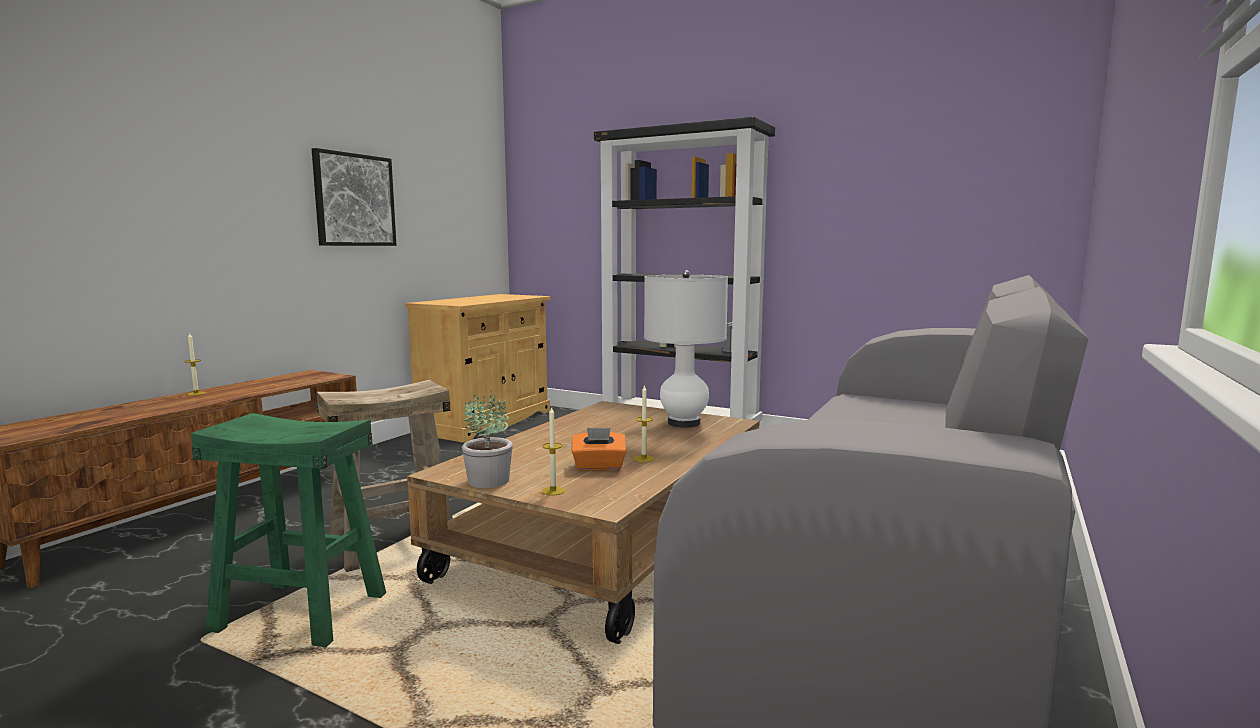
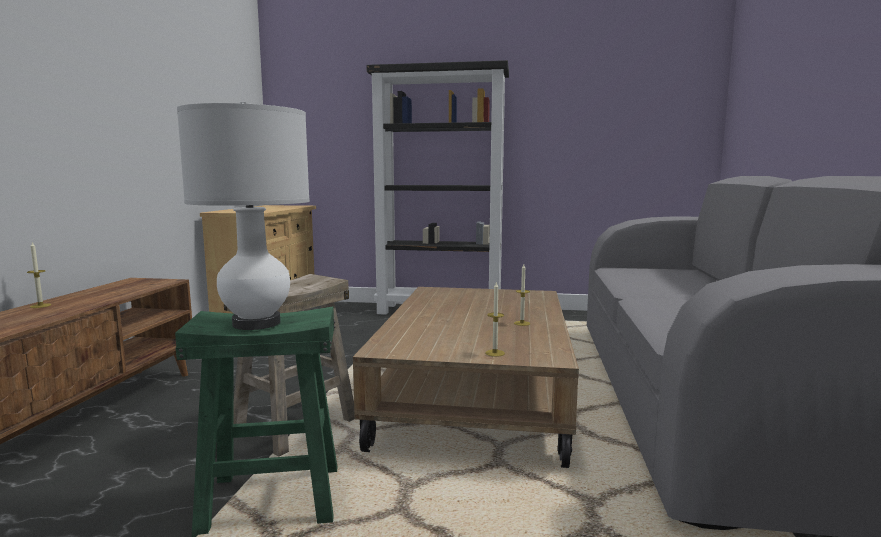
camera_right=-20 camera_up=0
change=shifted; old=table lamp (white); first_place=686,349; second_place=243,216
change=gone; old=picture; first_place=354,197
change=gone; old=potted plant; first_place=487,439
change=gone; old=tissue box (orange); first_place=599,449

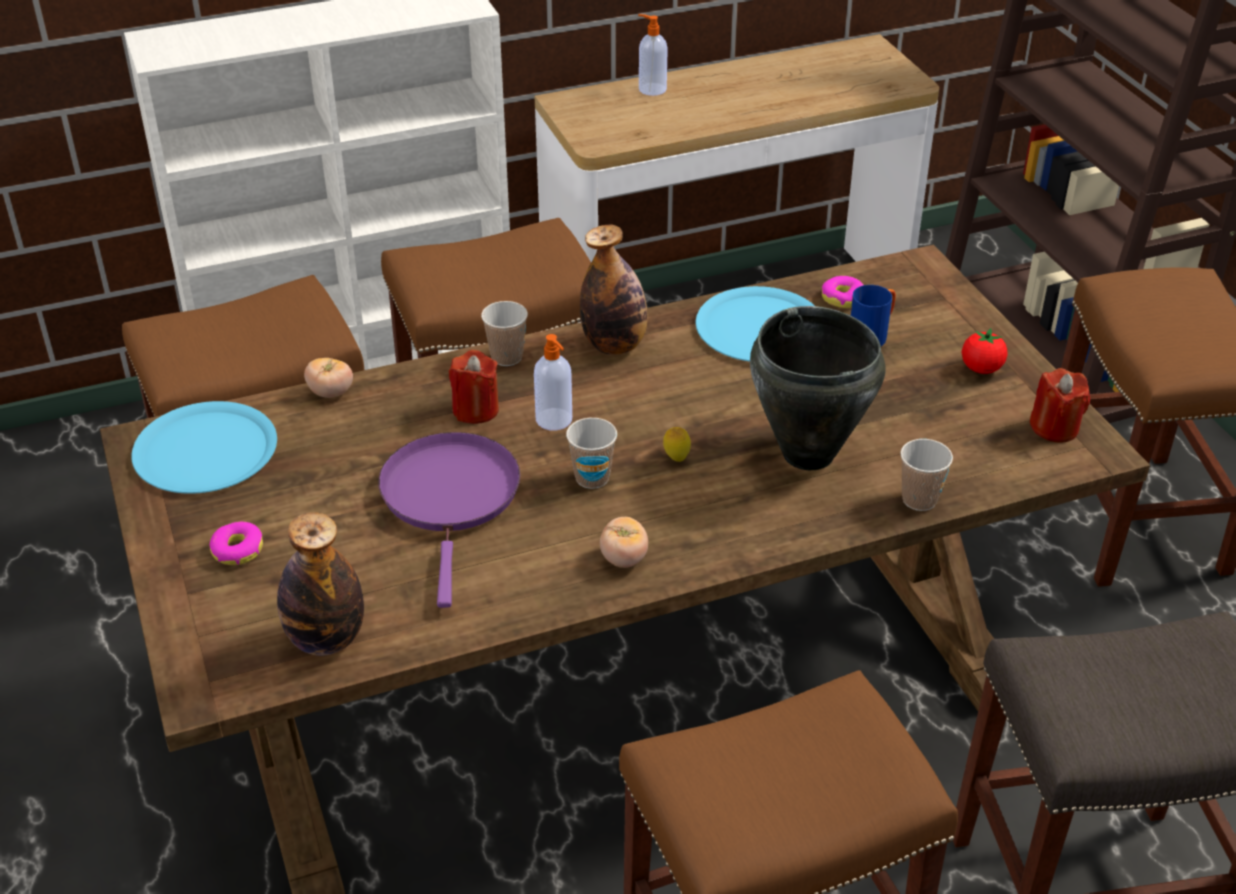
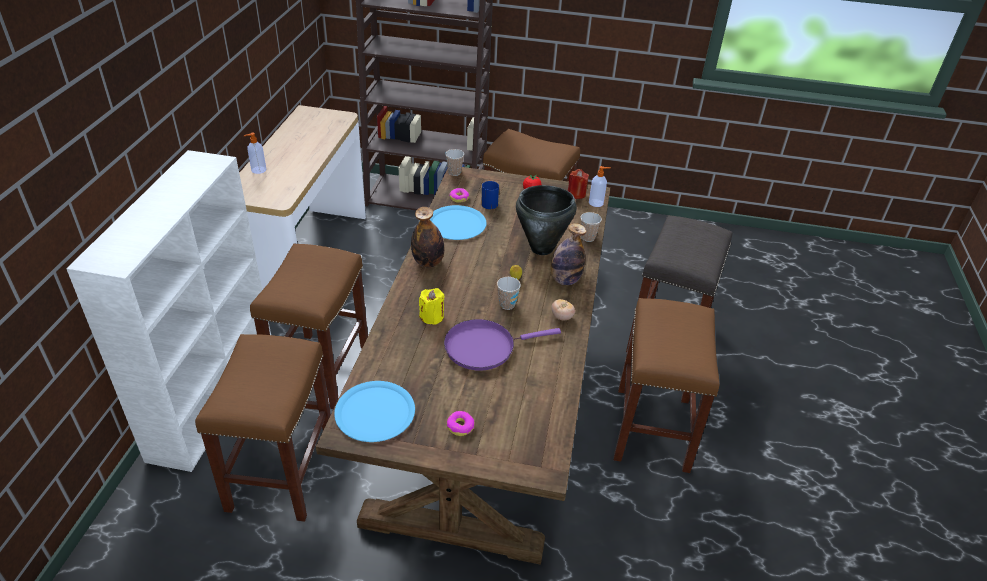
camera_right=-60 camera_up=0
change=repainted; old=candle (red); new=candle (yellow); first_place=474,387; second_place=431,306
change=rotated; old=frying pan (purple); first_place=449,520; second_place=502,345; degrees=-45
change=shifted; old=cup; first_place=504,333; second_place=454,162
change=shifted; old=bottle; first_place=320,584; second_place=568,254
change=shifted; old=soap dispenser; first_place=553,382; second_place=600,186
change=gone; old=tomato; first_place=328,378

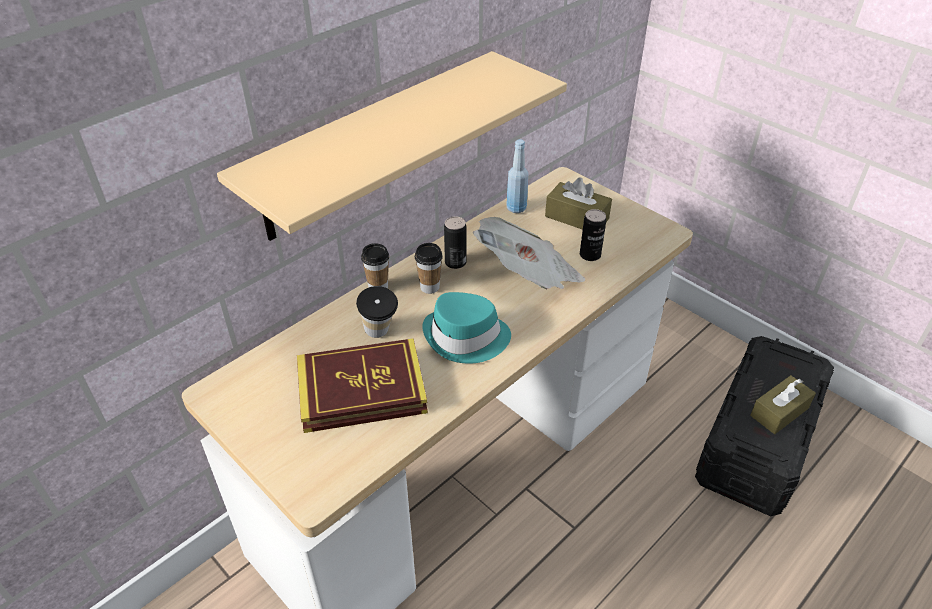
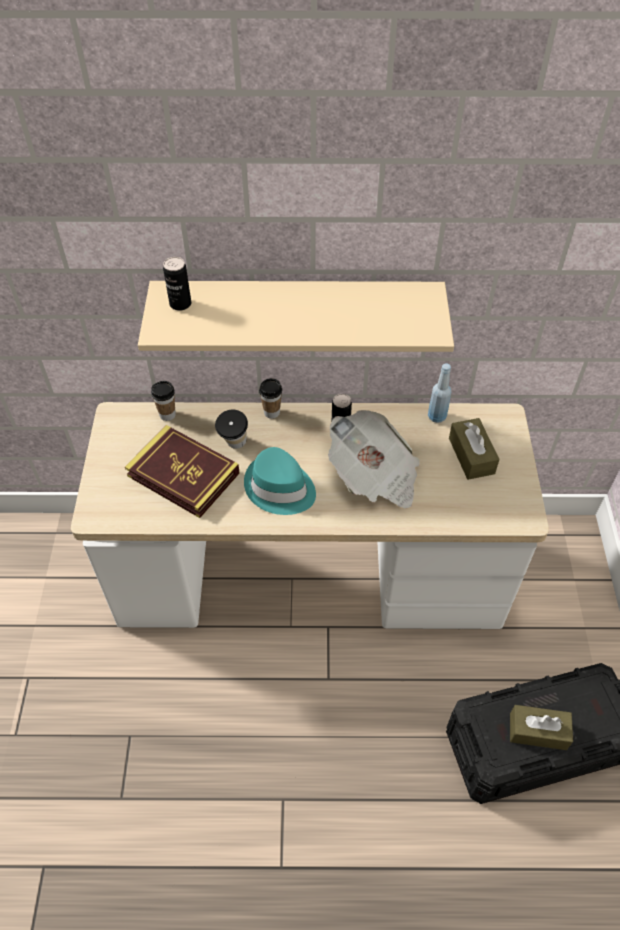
camera_right=45 camera_up=10
change=shifted; old=cup; first_place=429,268; second_place=163,401
change=shifted; old=can; first_place=593,235; second_place=177,284

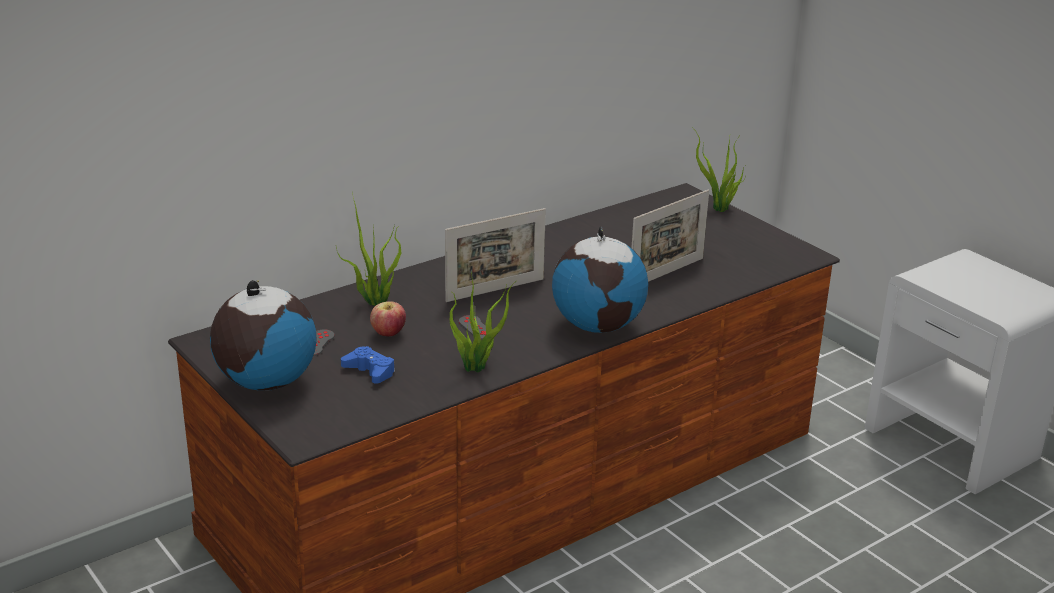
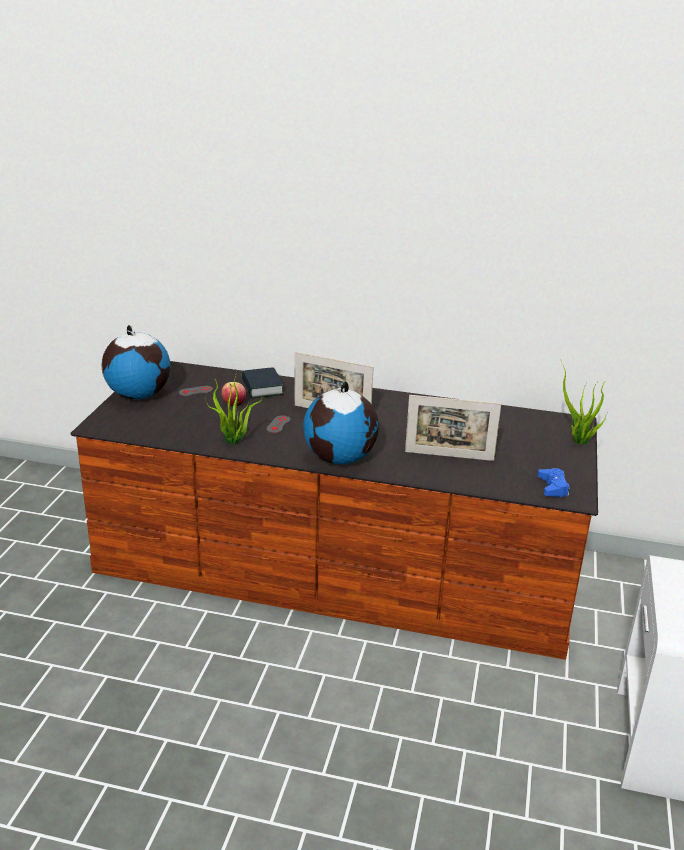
camera_right=50 camera_up=0
change=swapped; old=potted plant; new=book; first_place=368,249; second_place=263,382
change=shifted; old=game controller (blue); first_place=368,365; second_place=553,482

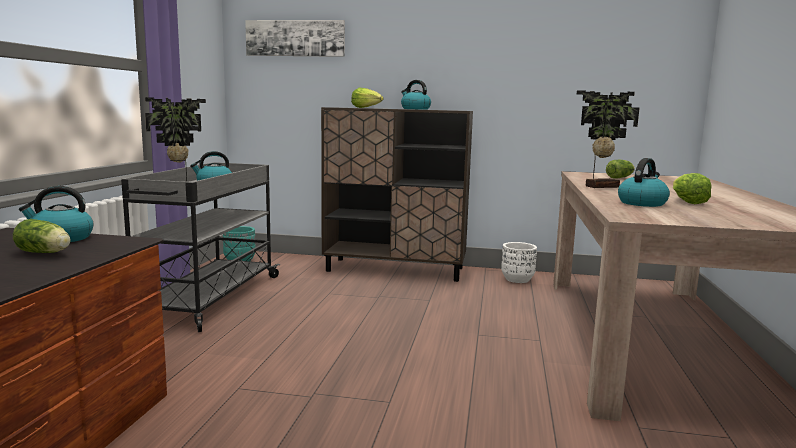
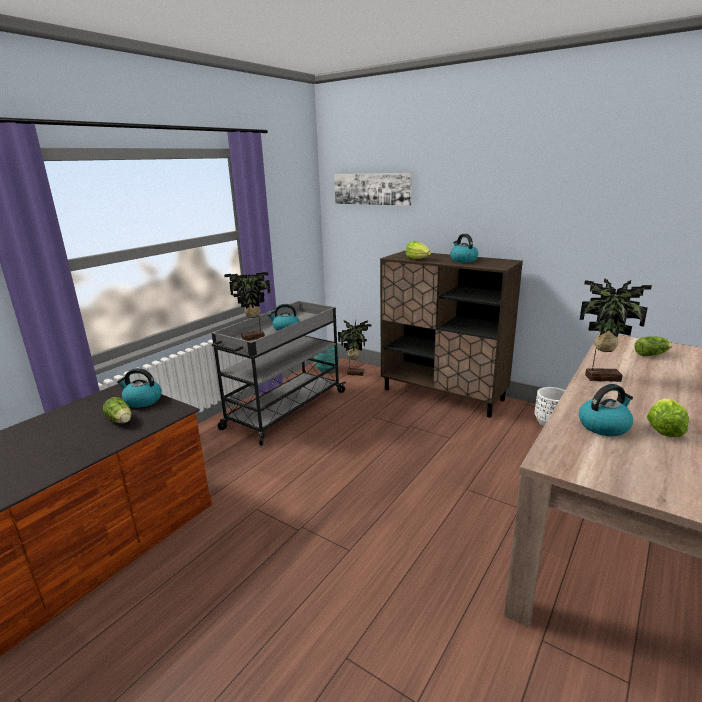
camera_right=25 camera_up=10
change=new; new=potted plant; second_place=355,348

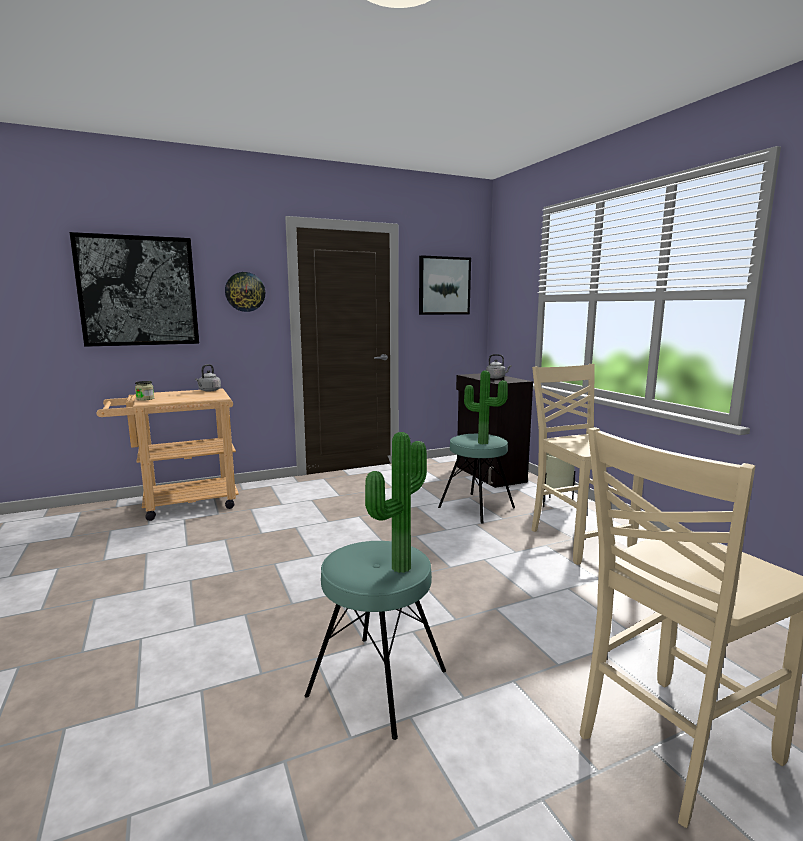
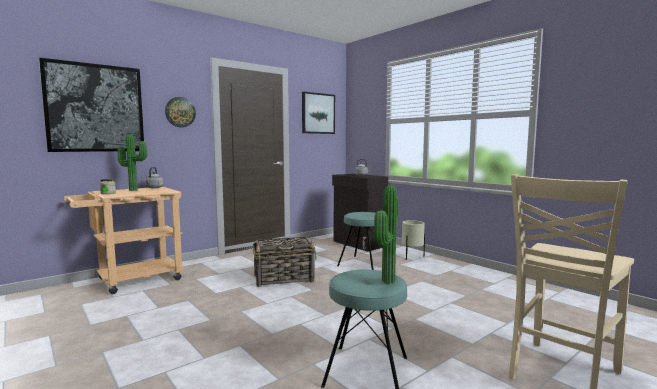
camera_right=-15 camera_up=-5
change=shifted; old=potted plant; first_place=486,407; second_place=132,162
change=new; new=basket; second_place=284,262
change=gone; old=chair (beige); first_place=588,464

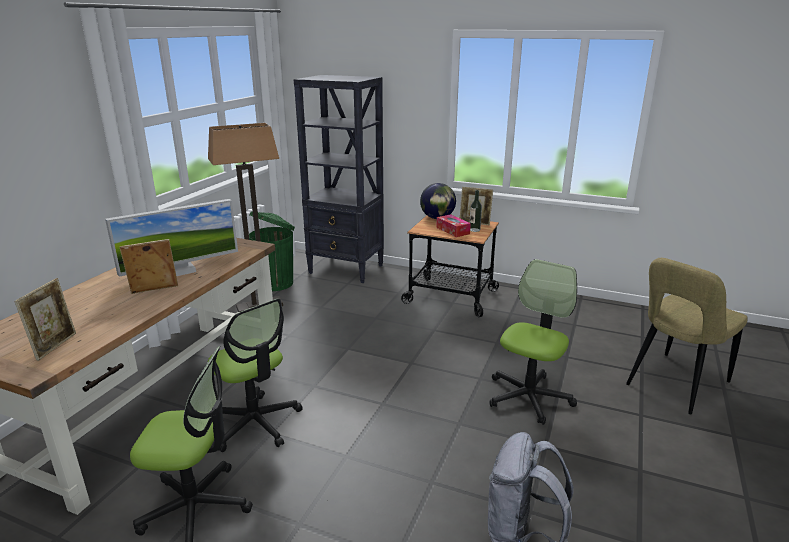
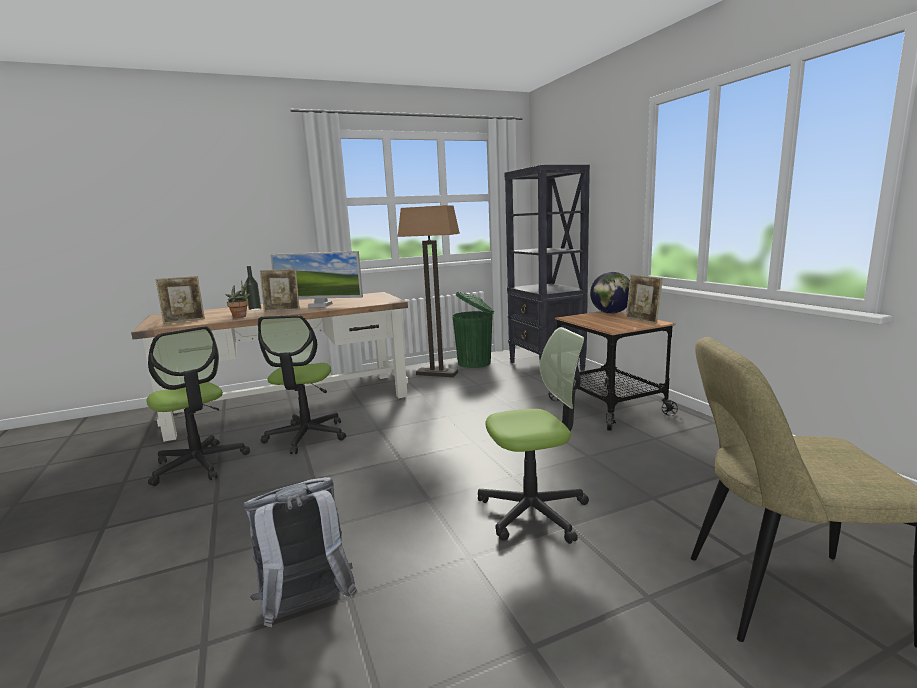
camera_right=45 camera_up=-10
change=new; new=potted plant; second_place=238,299
change=shifted; old=bottle; first_place=476,211; second_place=253,288
change=rotated; old=picture frame; first_place=148,266; second_place=280,290; degrees=150
change=gone; old=tissue box; first_place=454,225

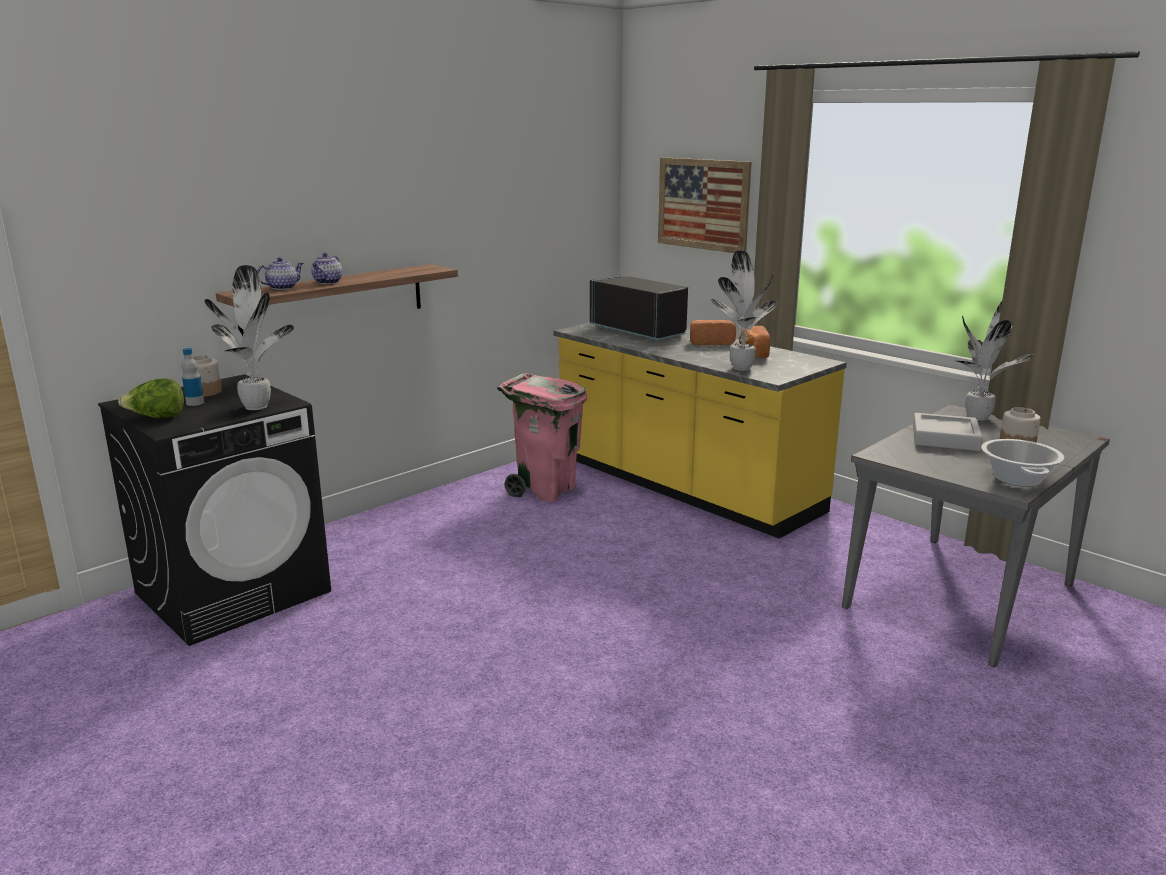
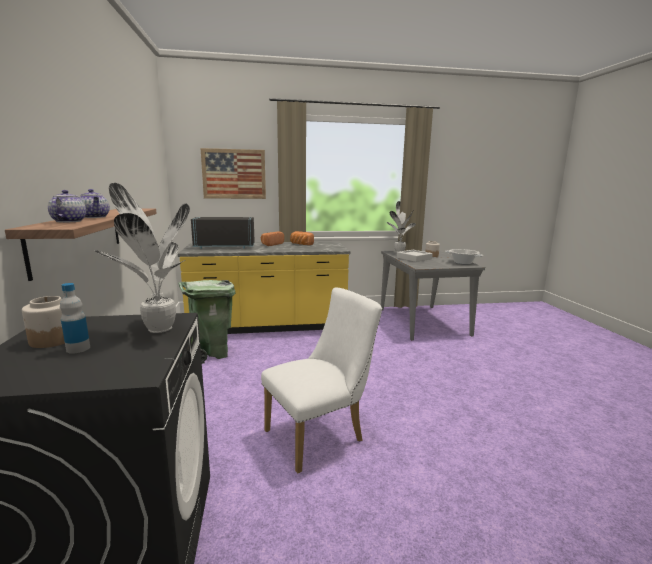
camera_right=-55 camera_up=-5
change=repainted; old=trash can (pink); new=trash can (green); first_place=542,437; second_place=206,322
change=new; new=chair (white); second_place=321,380
change=gone; old=lettuce; first_place=151,398
change=gone; old=potted plant; first_place=744,310

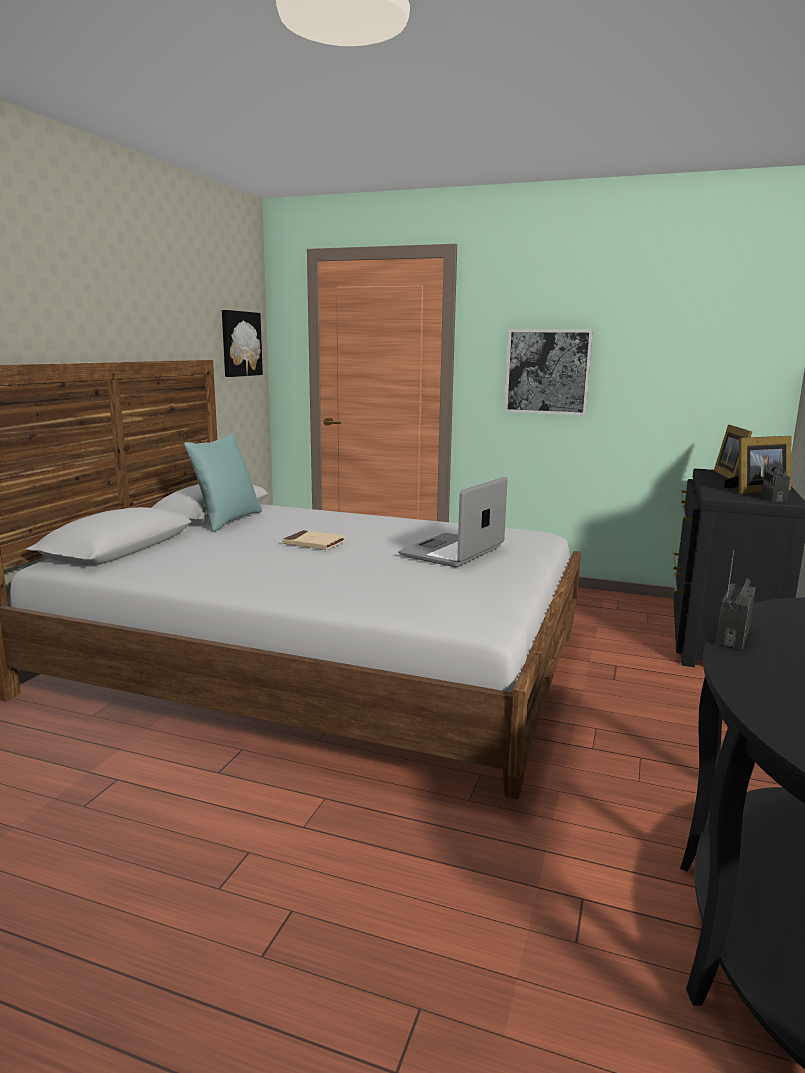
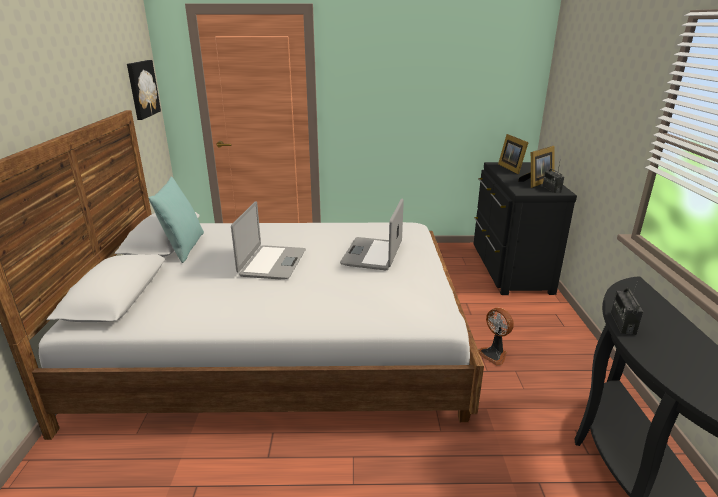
camera_right=-20 camera_up=10
change=swapped; old=book (beige); new=laptop; first_place=314,540; second_place=268,240
change=new; new=fan; second_place=496,337
change=gone; old=picture; first_place=548,372

